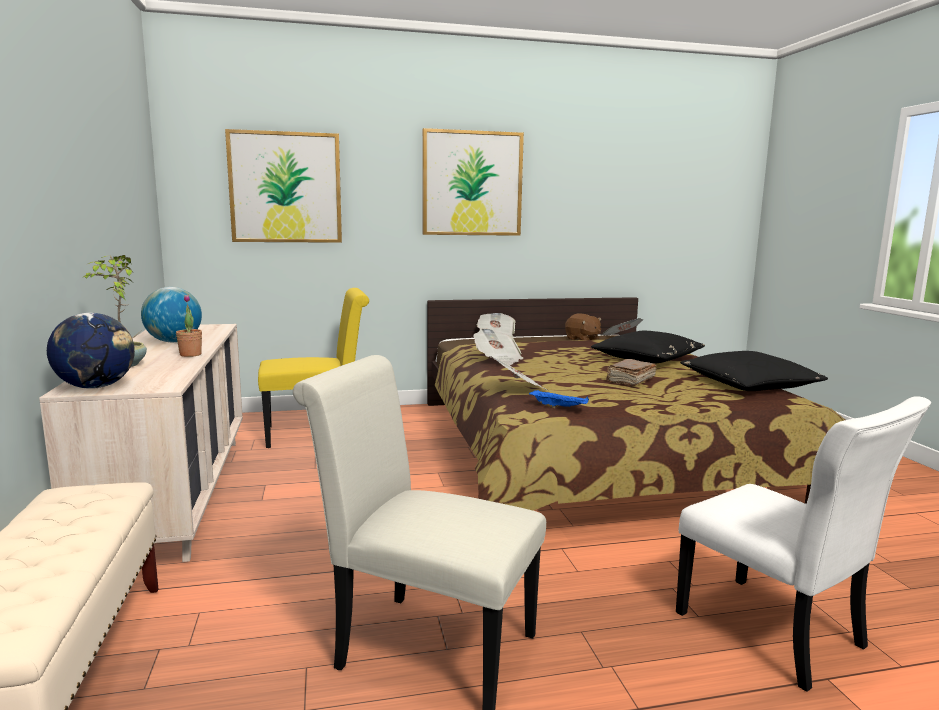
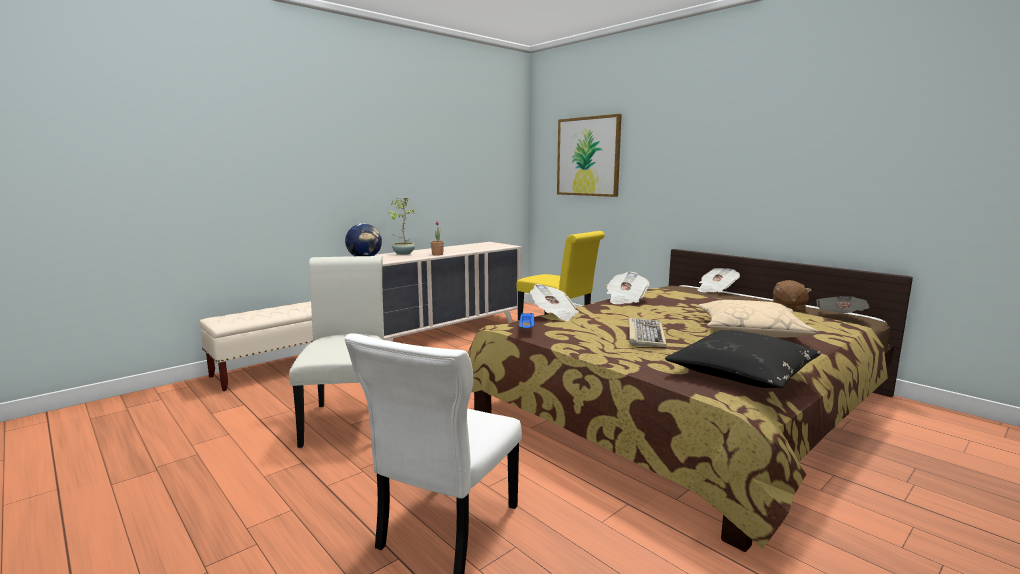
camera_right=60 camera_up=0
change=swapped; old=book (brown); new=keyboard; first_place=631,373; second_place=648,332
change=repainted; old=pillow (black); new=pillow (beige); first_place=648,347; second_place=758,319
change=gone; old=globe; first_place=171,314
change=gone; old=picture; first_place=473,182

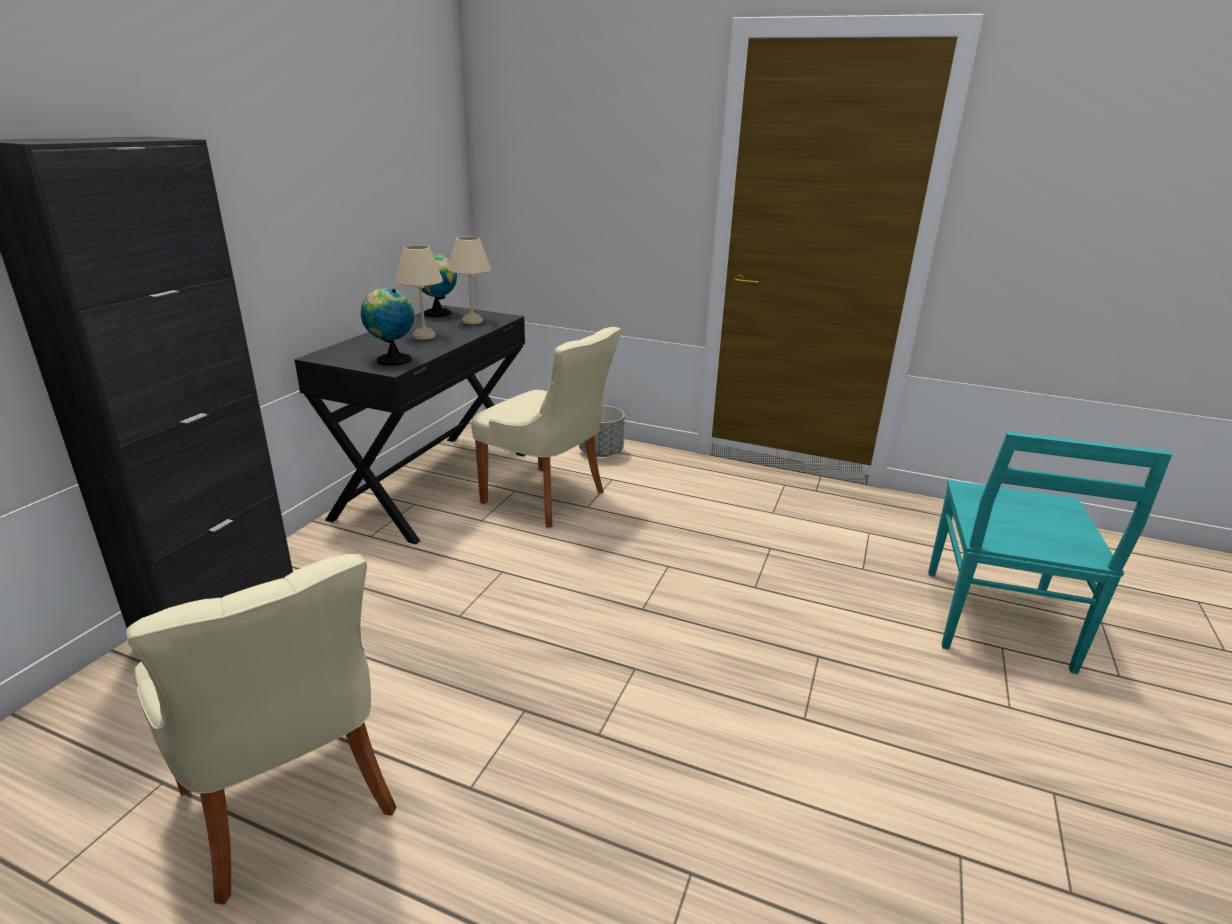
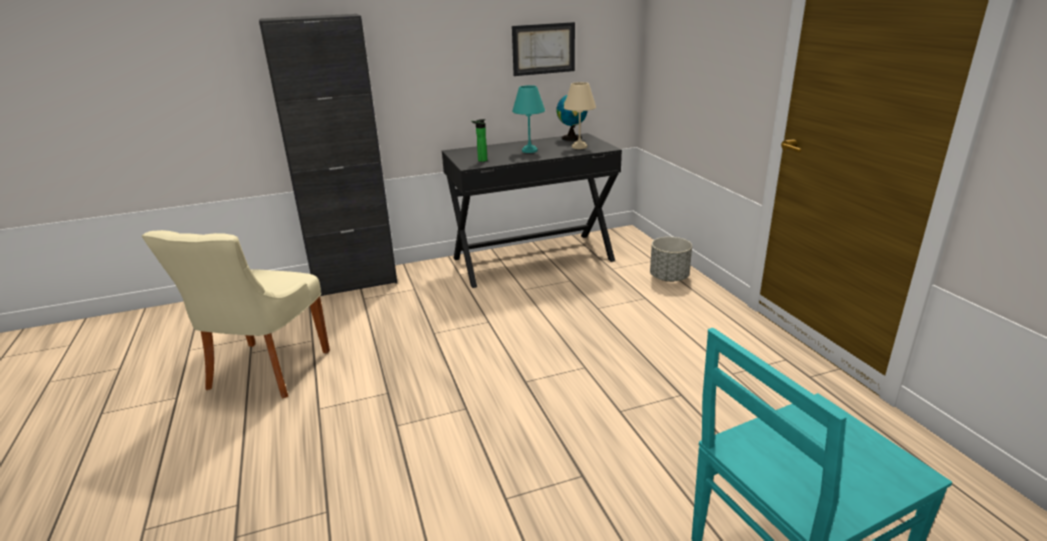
camera_right=50 camera_up=0
change=swapped; old=globe; new=bottle; first_place=387,327; second_place=479,140
change=new; new=picture; second_place=543,49
change=repainted; old=table lamp (beige); new=table lamp (turquoise); first_place=419,292; second_place=528,119
change=gone; old=chair (beige); first_place=546,427

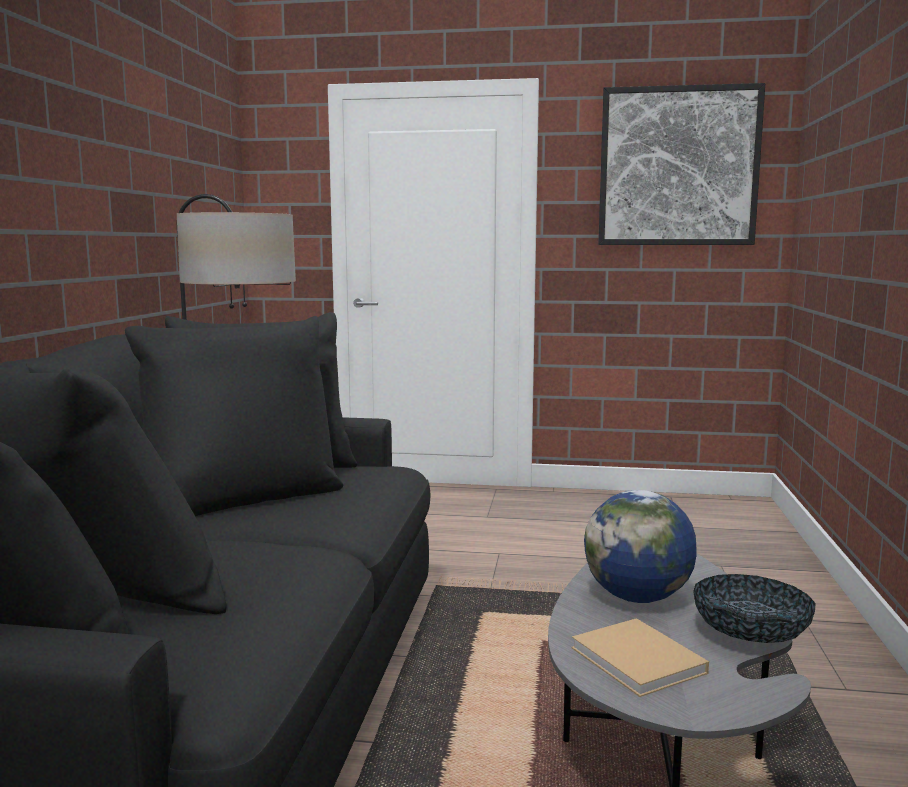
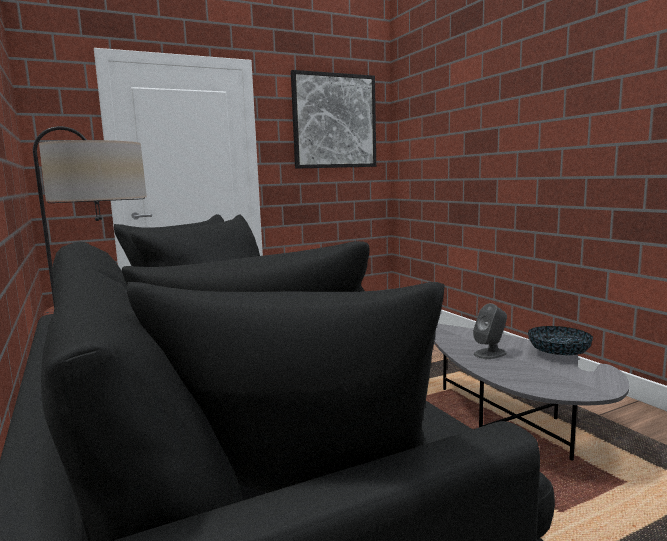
camera_right=-35 camera_up=0
change=swapped; old=globe; new=speaker (grey); first_place=640,546; second_place=490,331
change=gone; old=book (beige); first_place=640,657

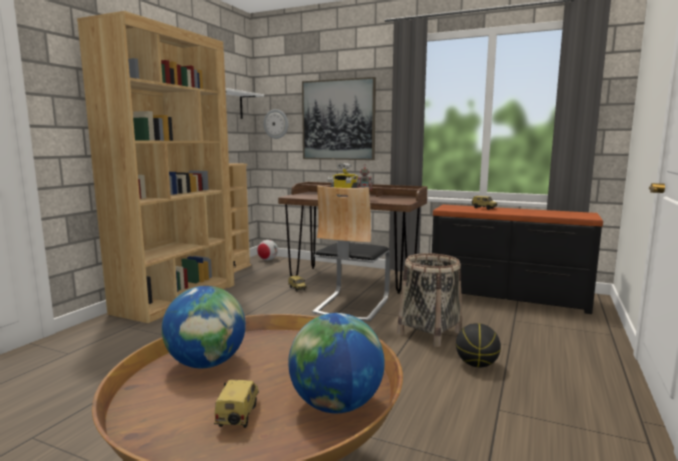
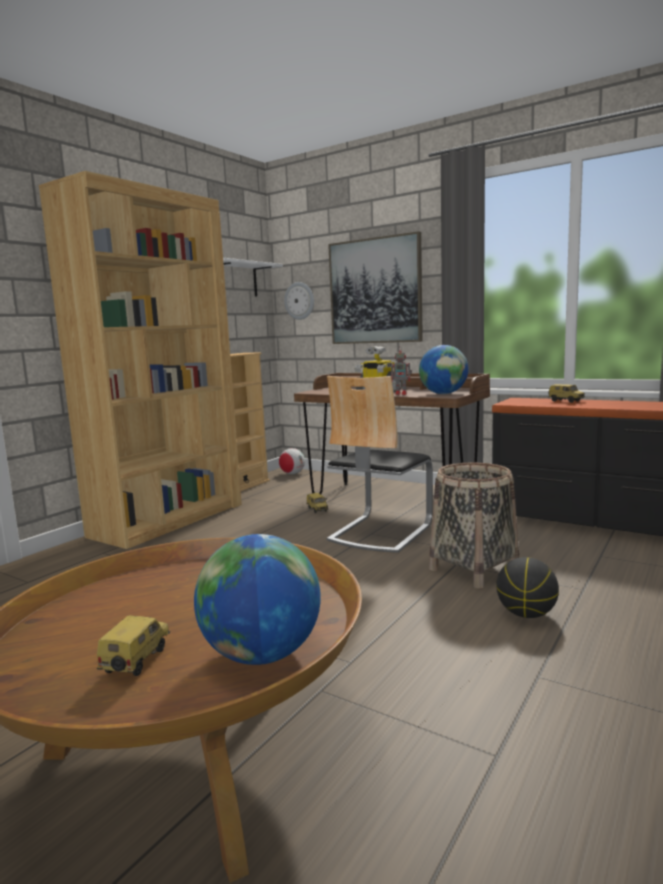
camera_right=10 camera_up=0
change=shifted; old=globe; first_place=204,327; second_place=443,369

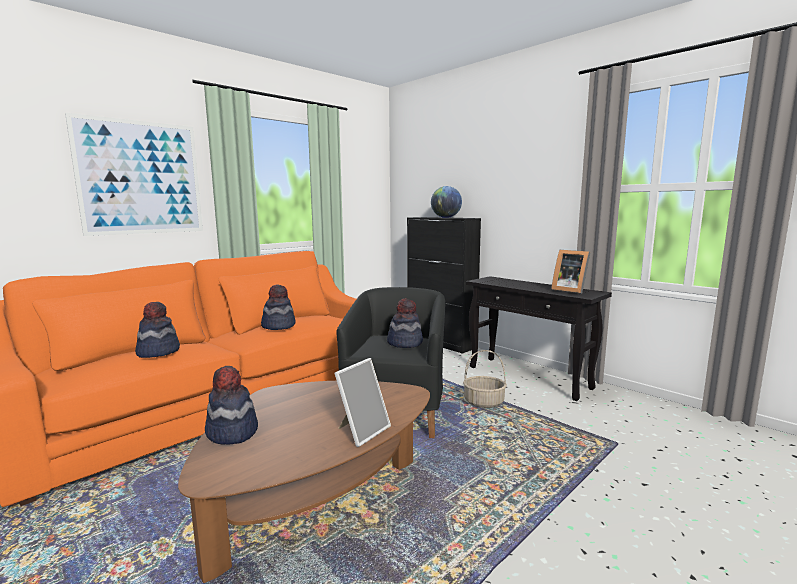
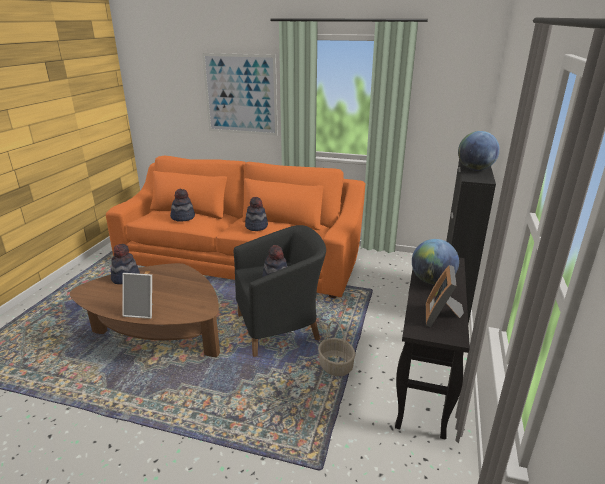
camera_right=60 camera_up=15
change=new; new=globe; second_place=435,262

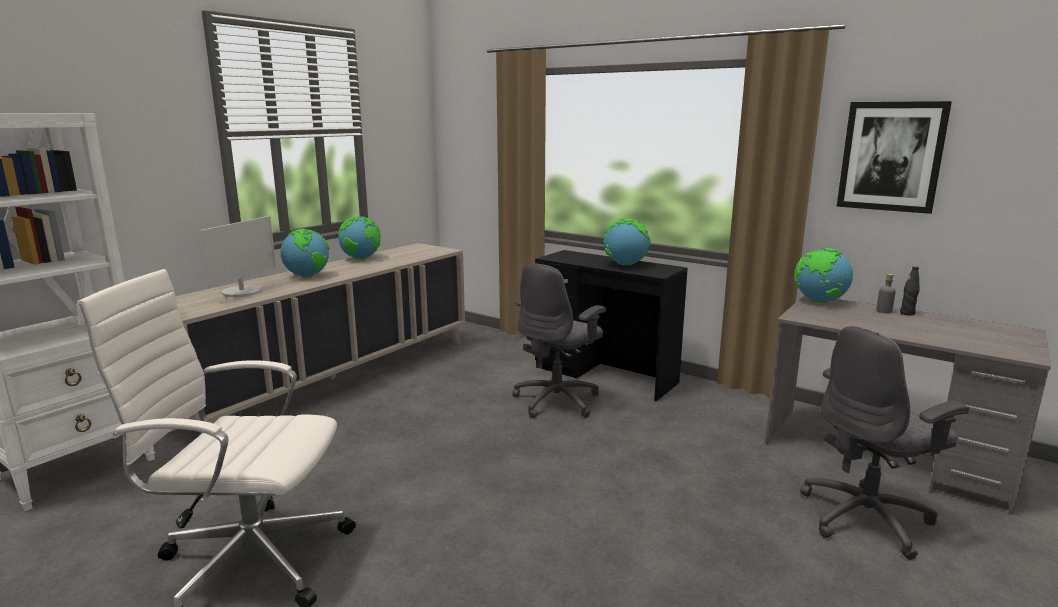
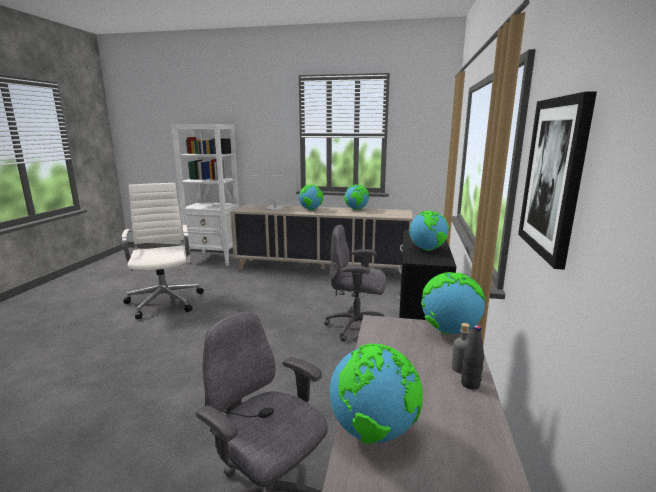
camera_right=65 camera_up=0
change=new; new=globe; second_place=376,394

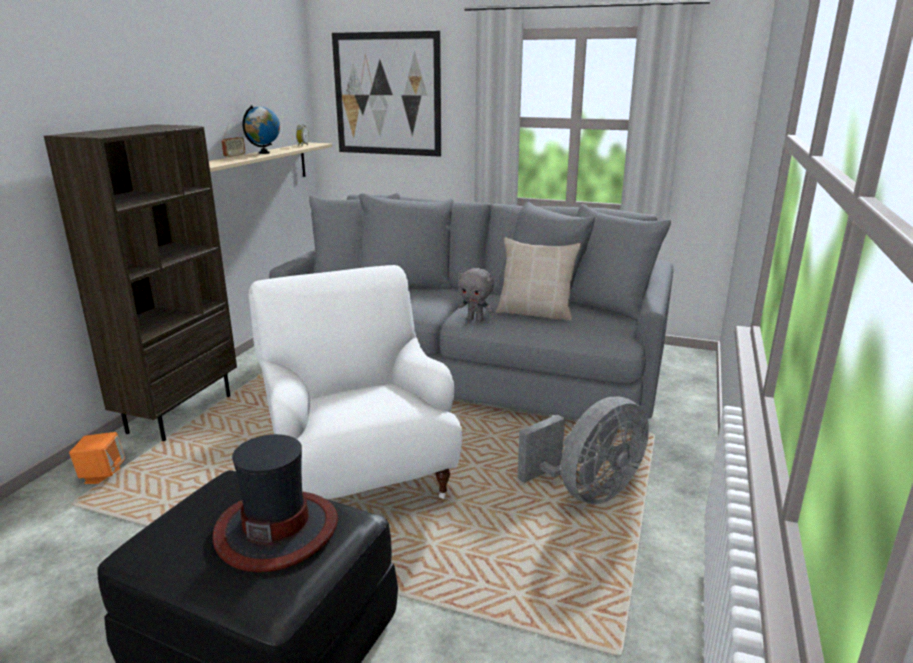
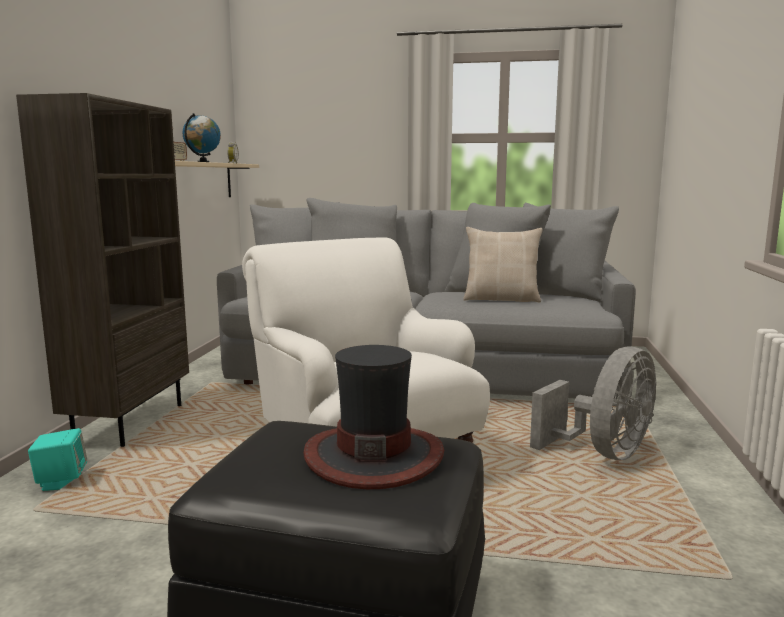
camera_right=-10 camera_up=-10
change=repainted; old=speaker (orange); new=speaker (turquoise); first_place=97,458; second_place=57,459
change=gone; old=picture; first_place=386,94
change=gone; old=plush toy (grey); first_place=476,295

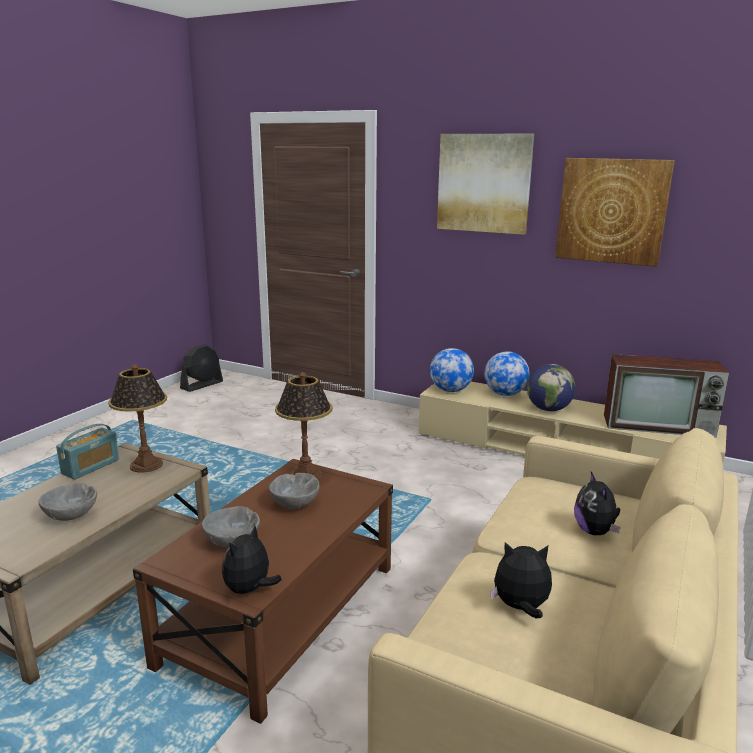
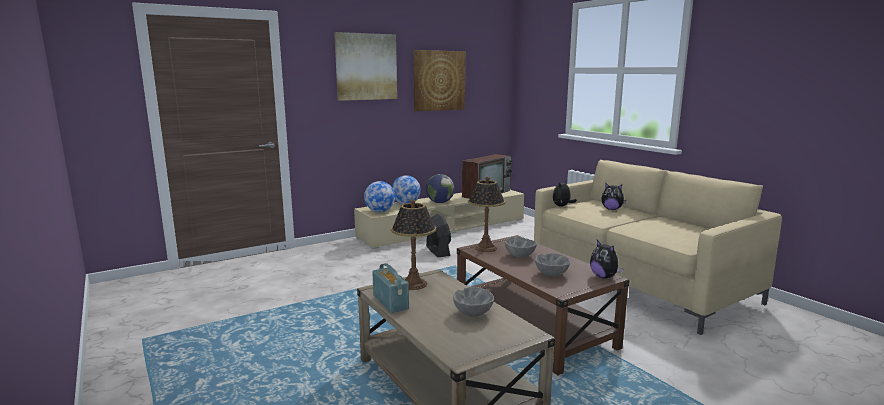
camera_right=-60 camera_up=-5
change=shifted; old=fan (black); first_place=201,368; second_place=438,235
change=shifted; old=plush toy; first_place=521,580; second_place=565,194

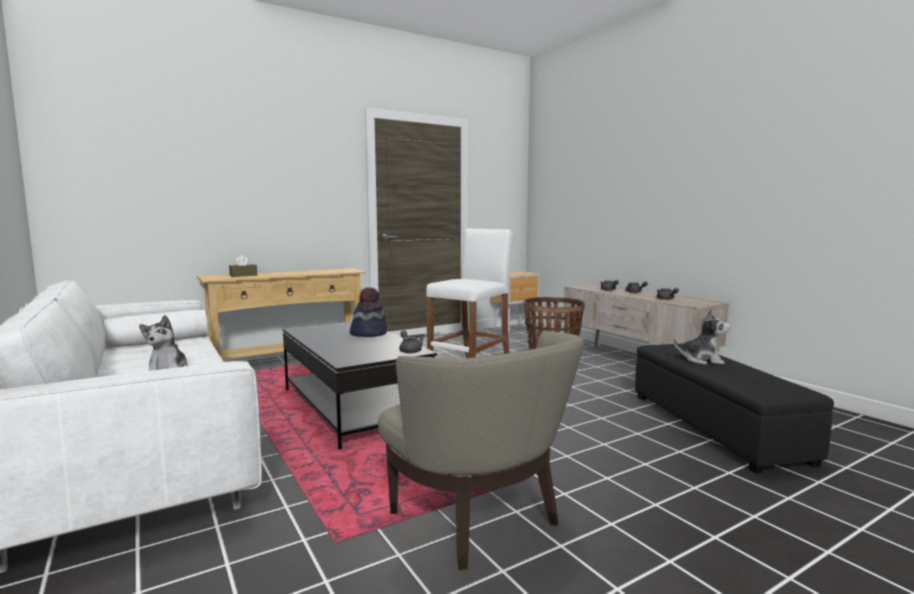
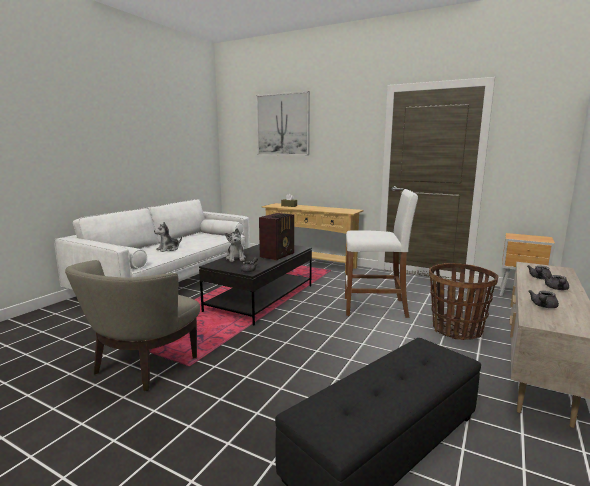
camera_right=60 camera_up=5
change=shifted; old=plush toy; first_place=702,337; second_place=235,245
change=new; new=picture; second_place=283,123
change=swapped; old=hat; new=radio; first_place=368,312; second_place=276,237

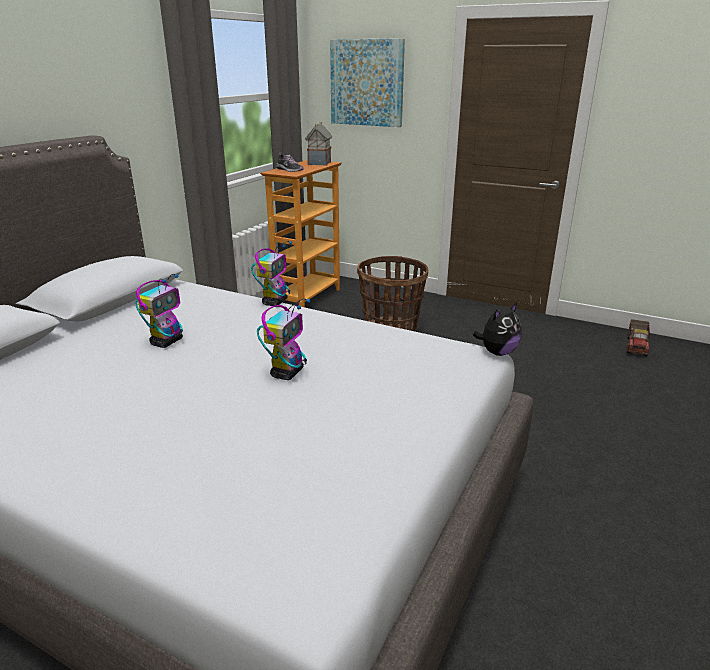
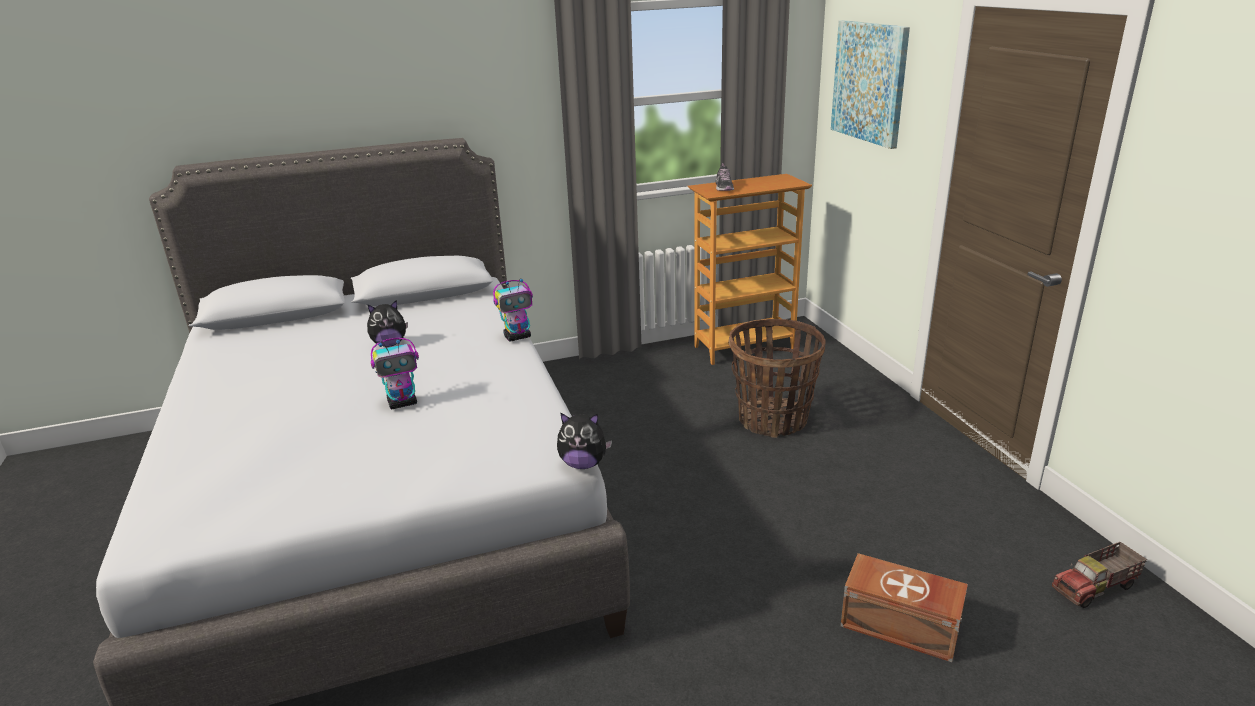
camera_right=45 camera_up=0
change=swapped; old=toy robot; new=plush toy; first_place=159,311; second_place=387,323
change=new; new=storage box (brown); second_place=904,607
change=gone; old=toy house; first_place=318,144

